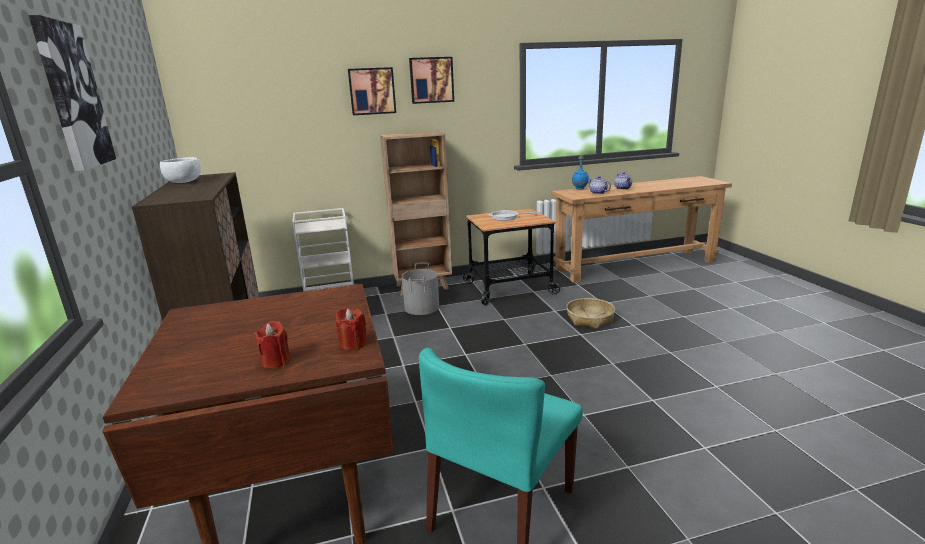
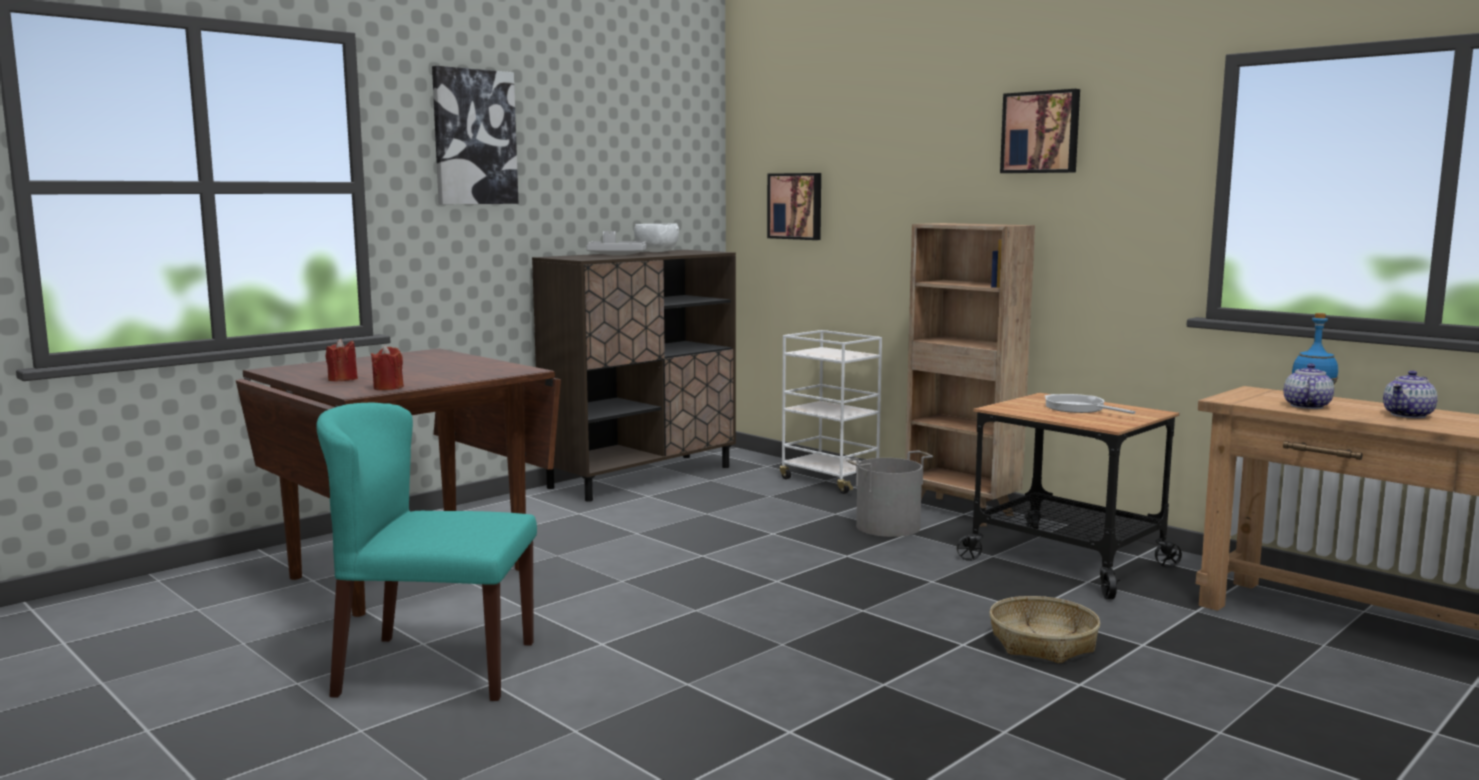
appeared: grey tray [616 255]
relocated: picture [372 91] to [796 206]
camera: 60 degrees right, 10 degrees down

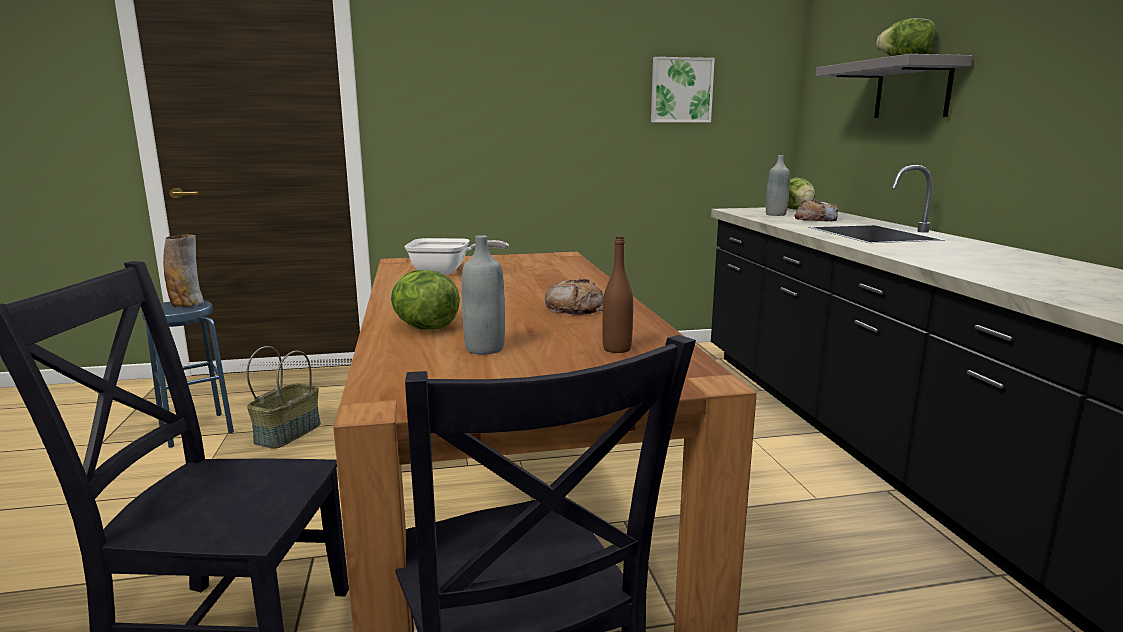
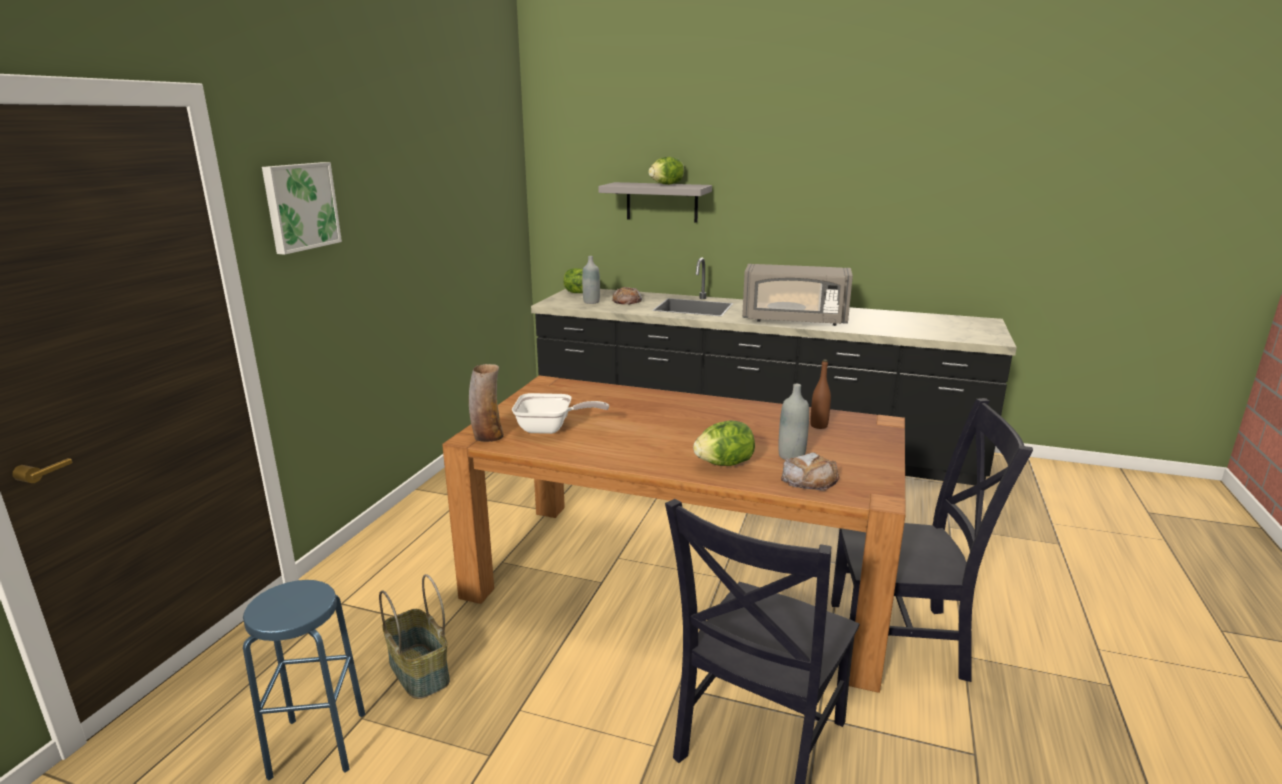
appeared: grey microwave [794 320]
relocated: picture [681 90] to [300 206]; vase [187 304] to [488 436]; bread [575 307] to [809 479]
spun: frying pan [446 272] = [550 429] 60 degrees clockwise
camera: 60 degrees left, 5 degrees up

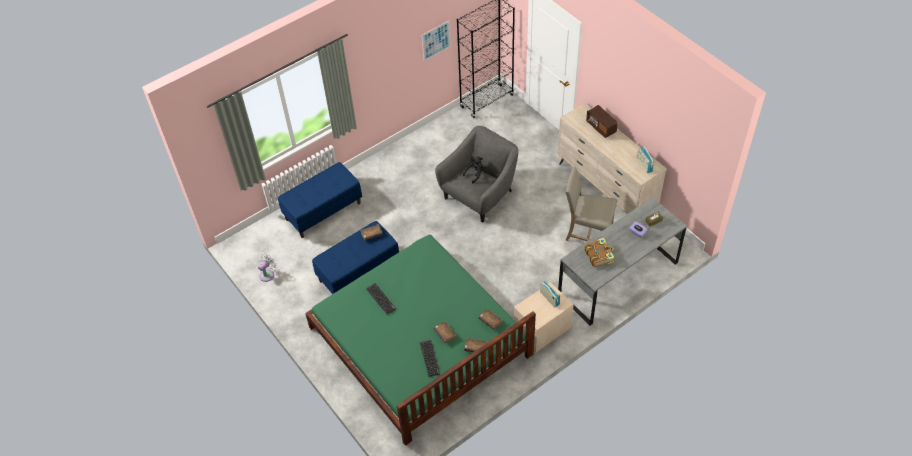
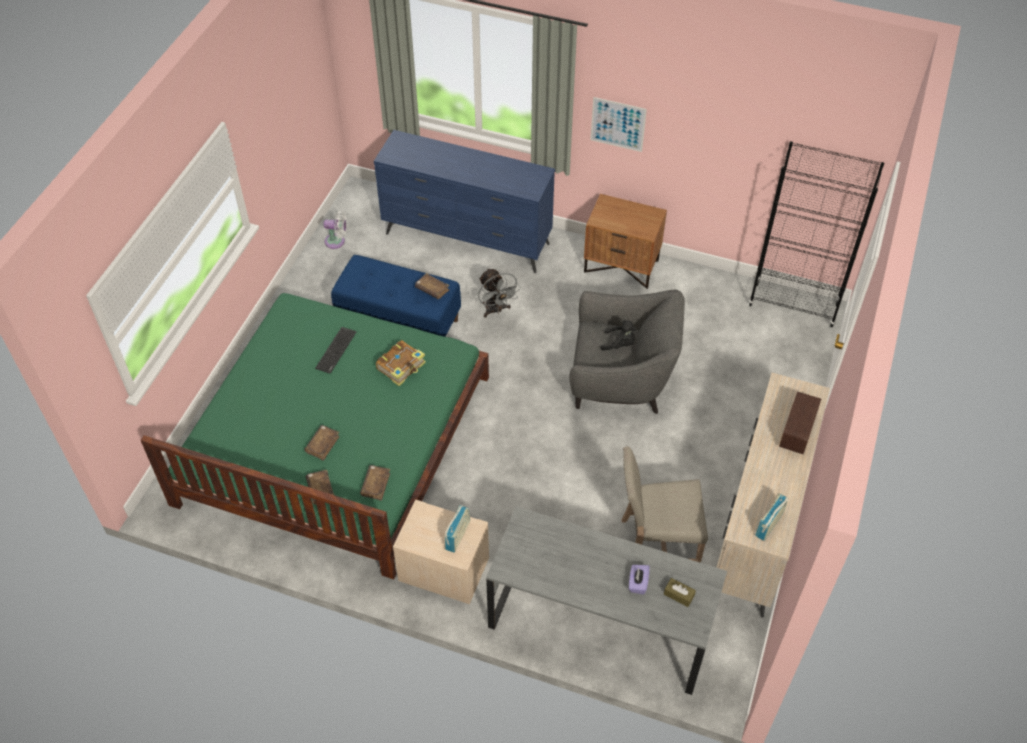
missing: keyboard [429 358]
appeared: grey fan [496 310]; brown nightstand [621 265]
relocated: book [599 255] to [402 366]; picture [436 40] to [618 124]
exchanged: blue bench [323 211] to blue dresser [467 239]
spun: beige chair [587 232] = [656 542] 75 degrees counterclockwise
camera: 55 degrees right, 0 degrees up

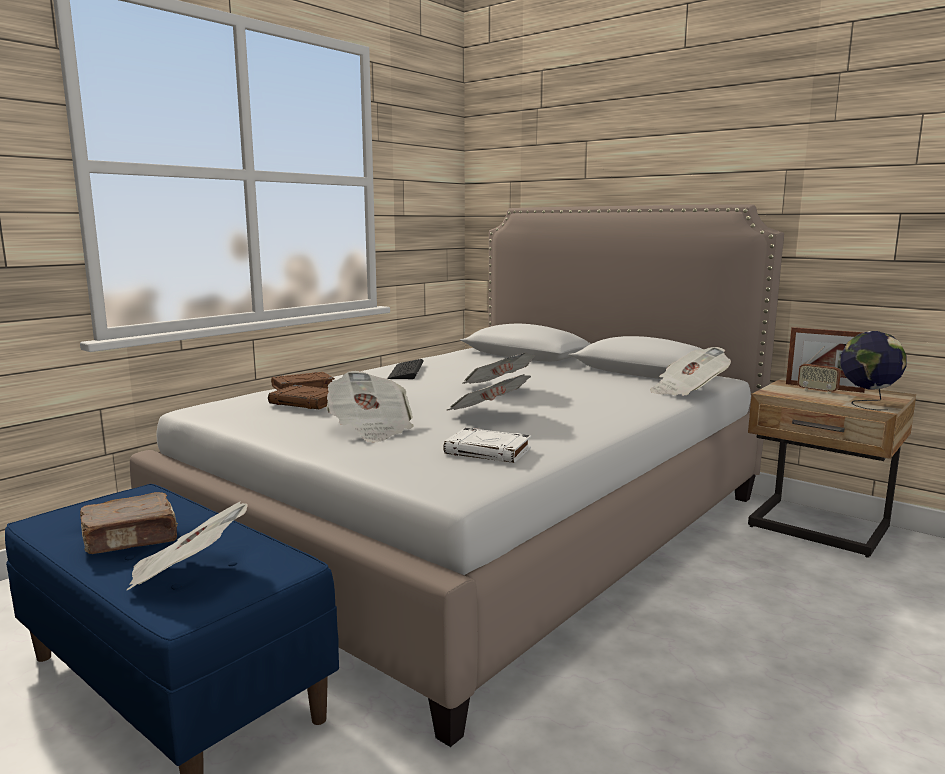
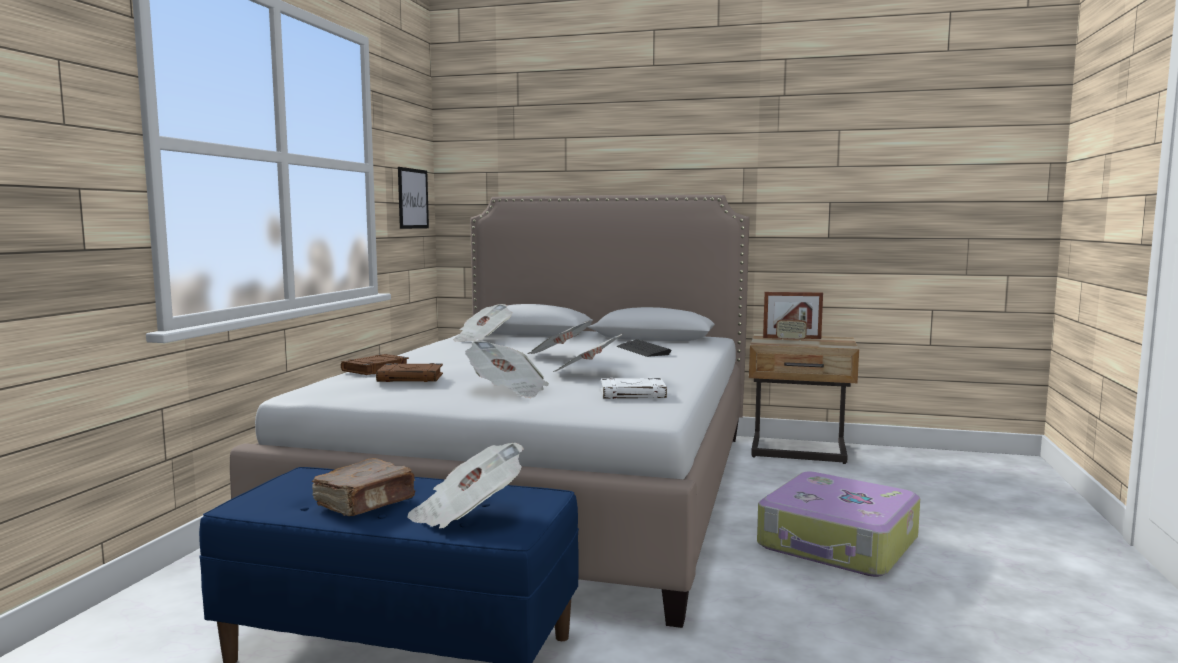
missing: globe [867 404]
appeared: picture [413 198]; suitcase [838 543]
relocated: newspaper [687 391] to [482 339]; keyboard [406 371] to [643 350]
camera: 25 degrees left, 5 degrees down

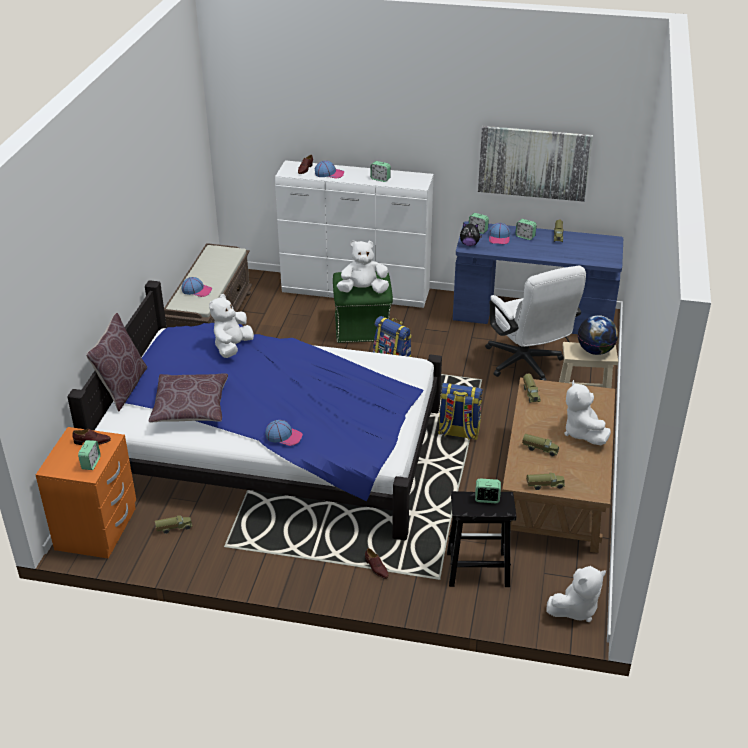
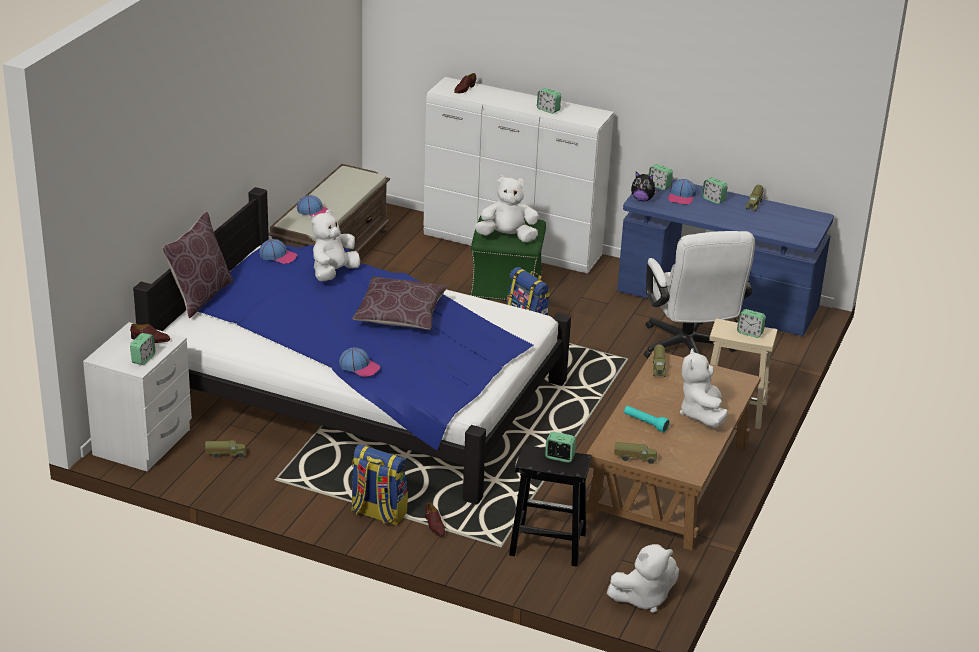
missing: picture [534 163]
relocated: cap [329 173] to [278 256]; backpack [458 432] to [378 513]; brown pillow [190 408] to [400 315]
exchanged: toy truck [540 449] to turquoise flashlight [645 423]; globe [595 351] to alarm clock [750 333]
colour: orange nightstand [97 529] to white nightstand [143 443]
camera: 10 degrees right, 5 degrees down

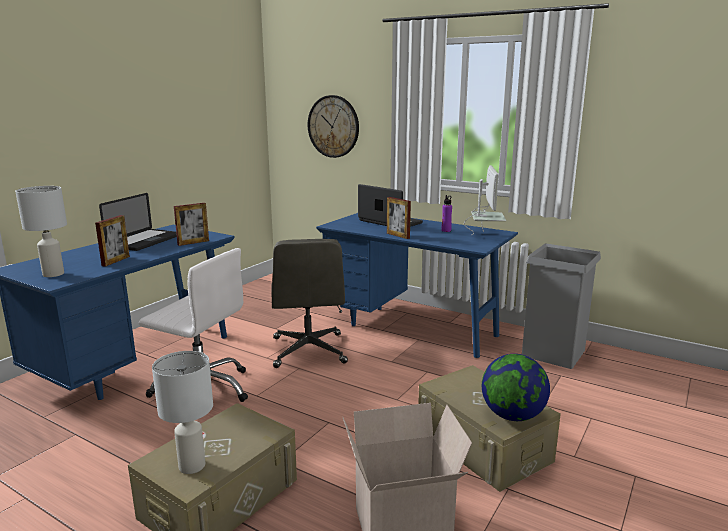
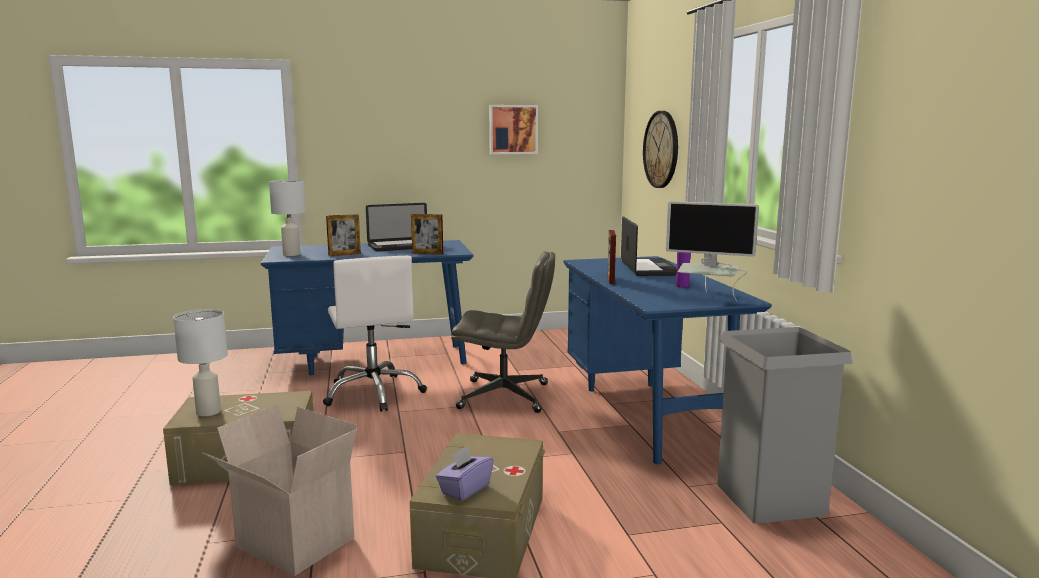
appeared: picture [513 129]
exchanged: globe [512 415] to purple tissue box [465 489]
spun: grey office chair [309 351] = [505 396] 120 degrees counterclockwise; monitor [485 236] = [707 299] 60 degrees clockwise
camera: 45 degrees right, 5 degrees down

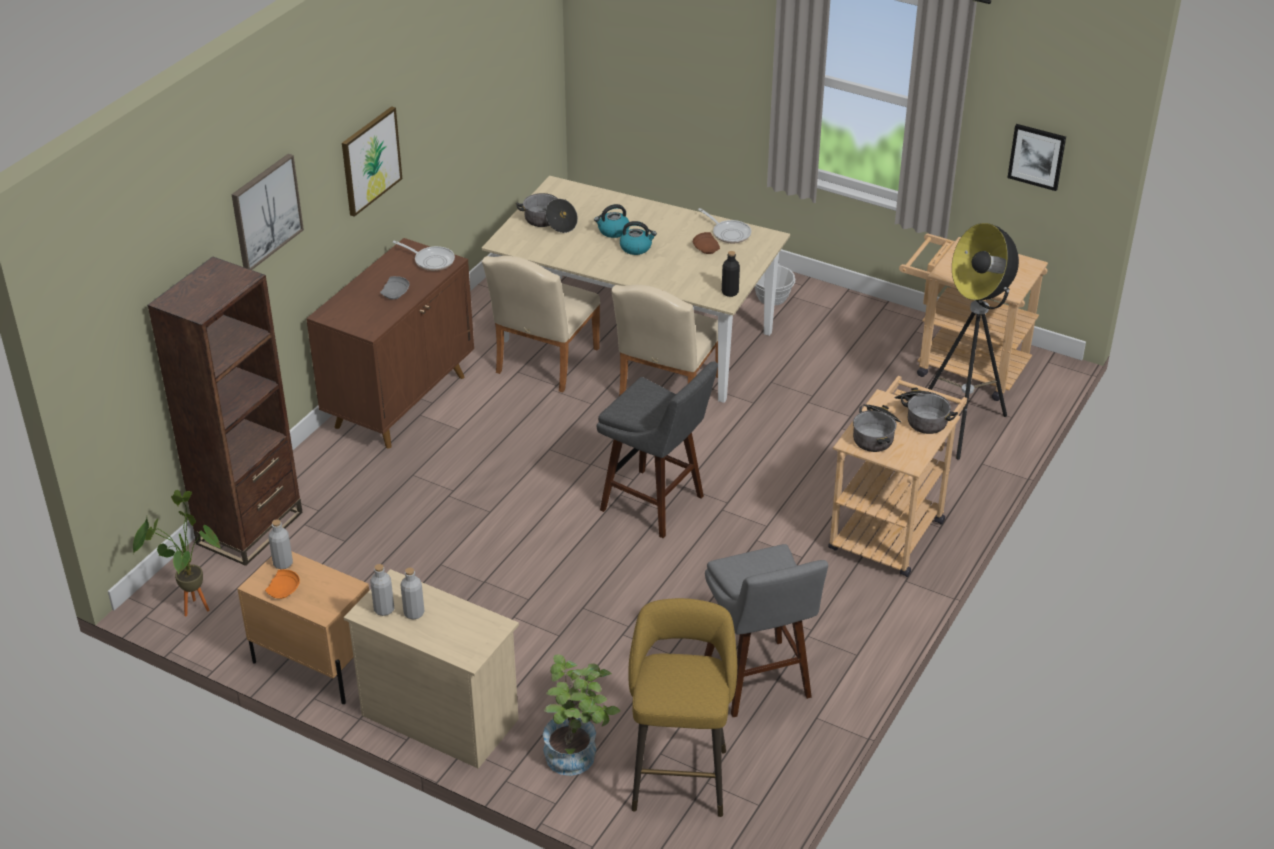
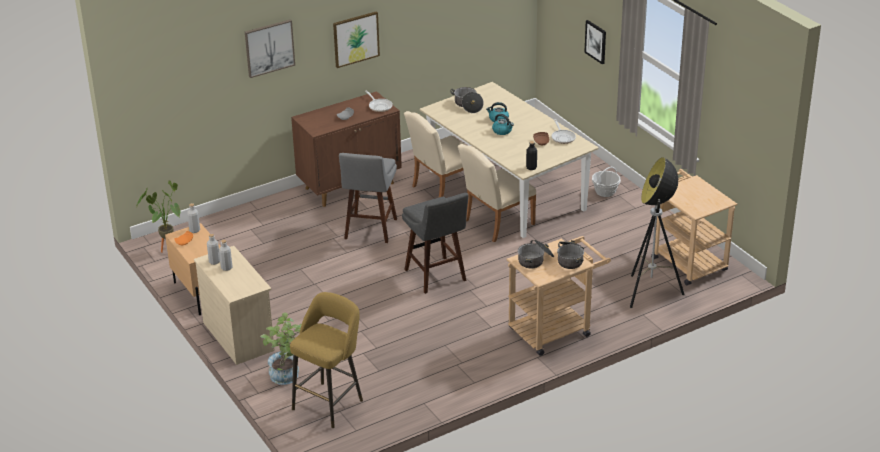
missing: brown bookcase [250 528]
relocated: grey stool [759 682] to [370 230]; picture [1037 156] to [596 41]
camera: 30 degrees right, 5 degrees down

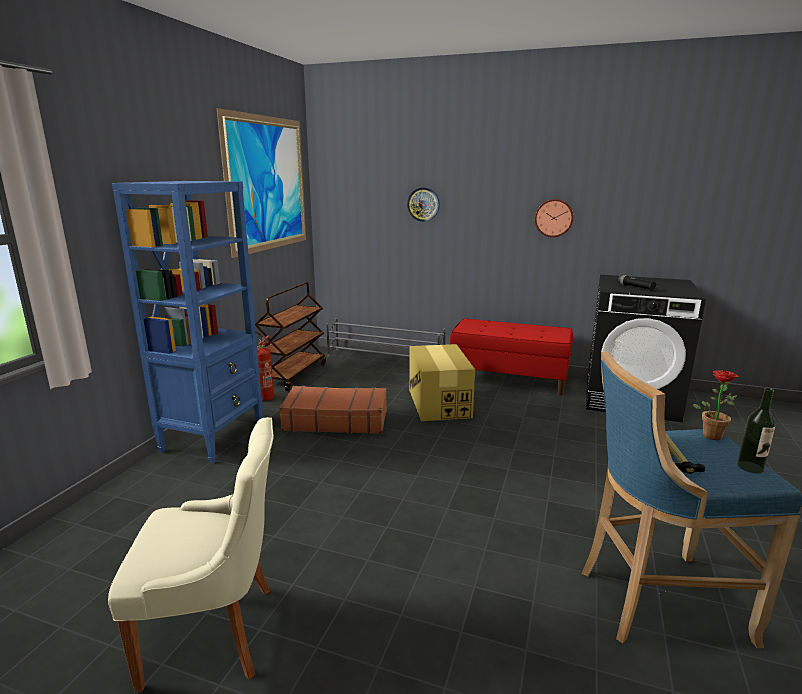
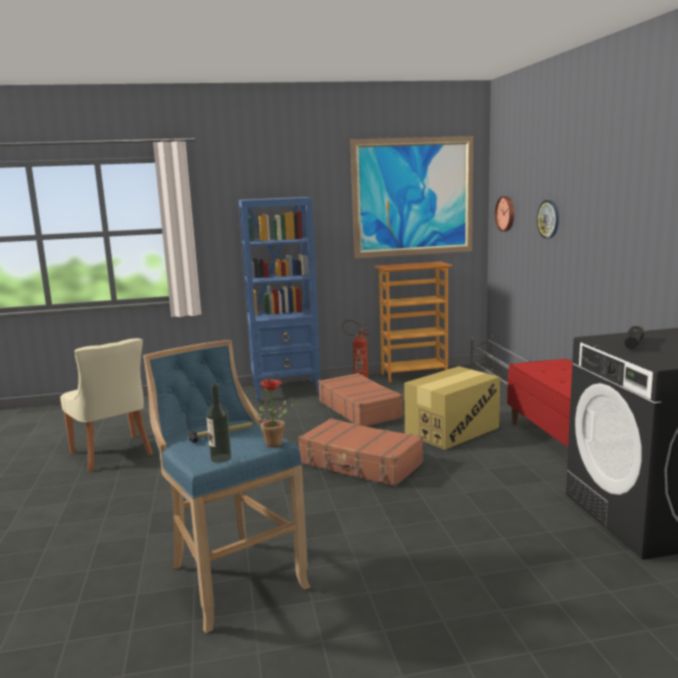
appeared: brown suitcase [360 464]
relocated: wall clock [554 218] to [506 213]
exchanged: brown cart [293 374] to bookcase [414 375]
camera: 60 degrees right, 5 degrees down

